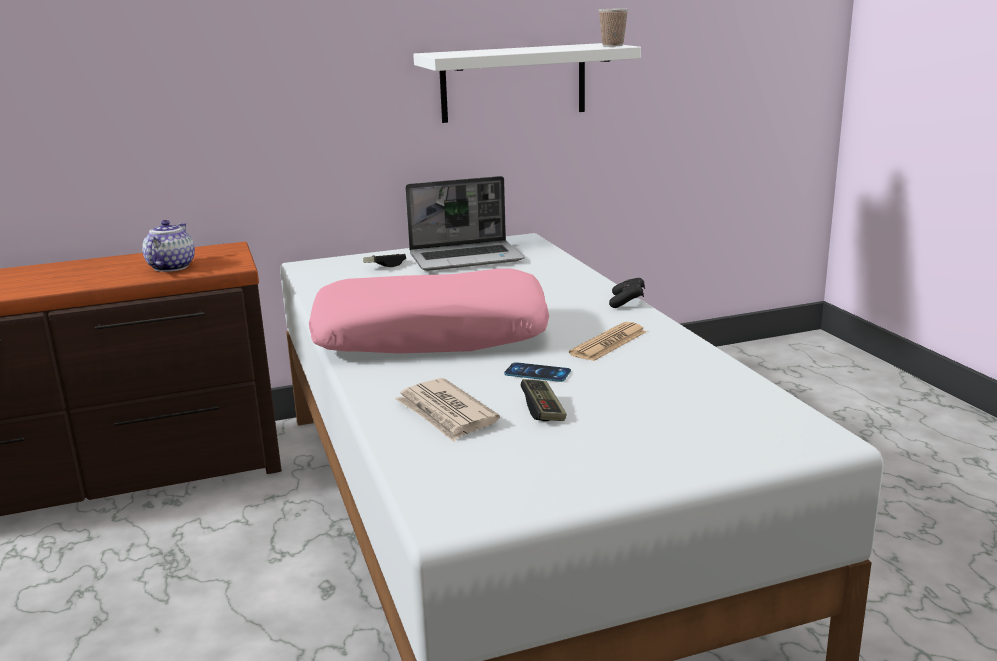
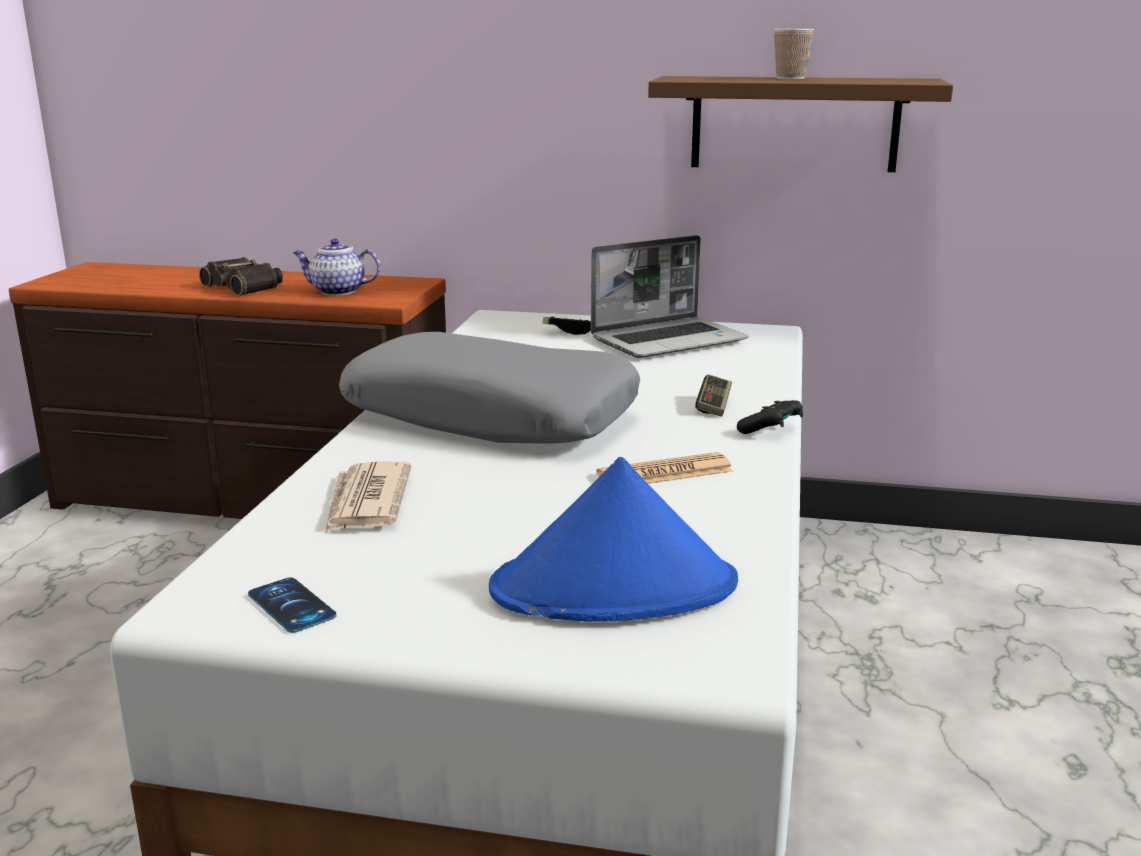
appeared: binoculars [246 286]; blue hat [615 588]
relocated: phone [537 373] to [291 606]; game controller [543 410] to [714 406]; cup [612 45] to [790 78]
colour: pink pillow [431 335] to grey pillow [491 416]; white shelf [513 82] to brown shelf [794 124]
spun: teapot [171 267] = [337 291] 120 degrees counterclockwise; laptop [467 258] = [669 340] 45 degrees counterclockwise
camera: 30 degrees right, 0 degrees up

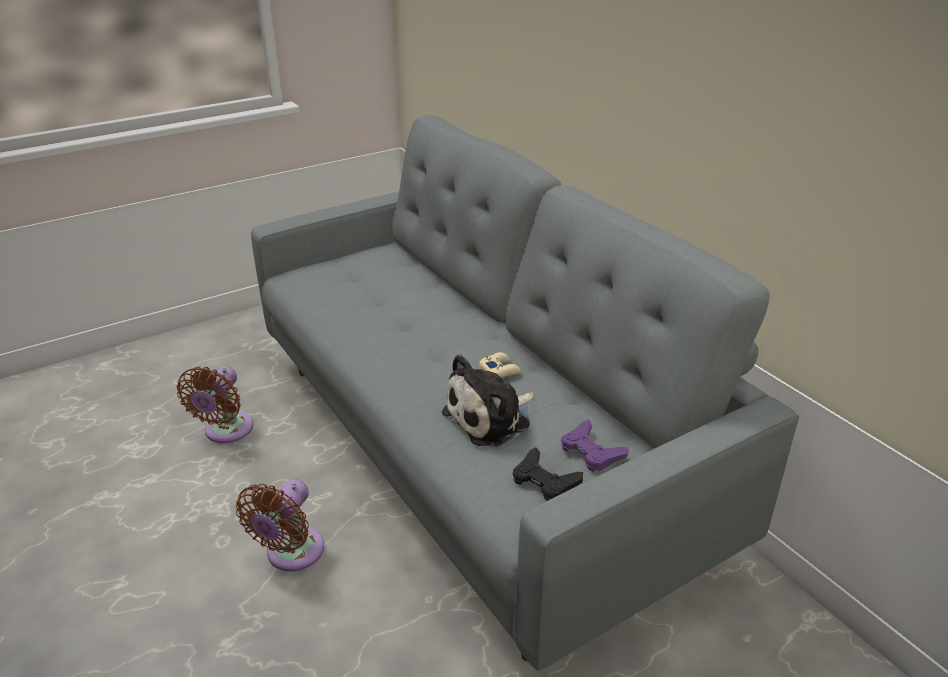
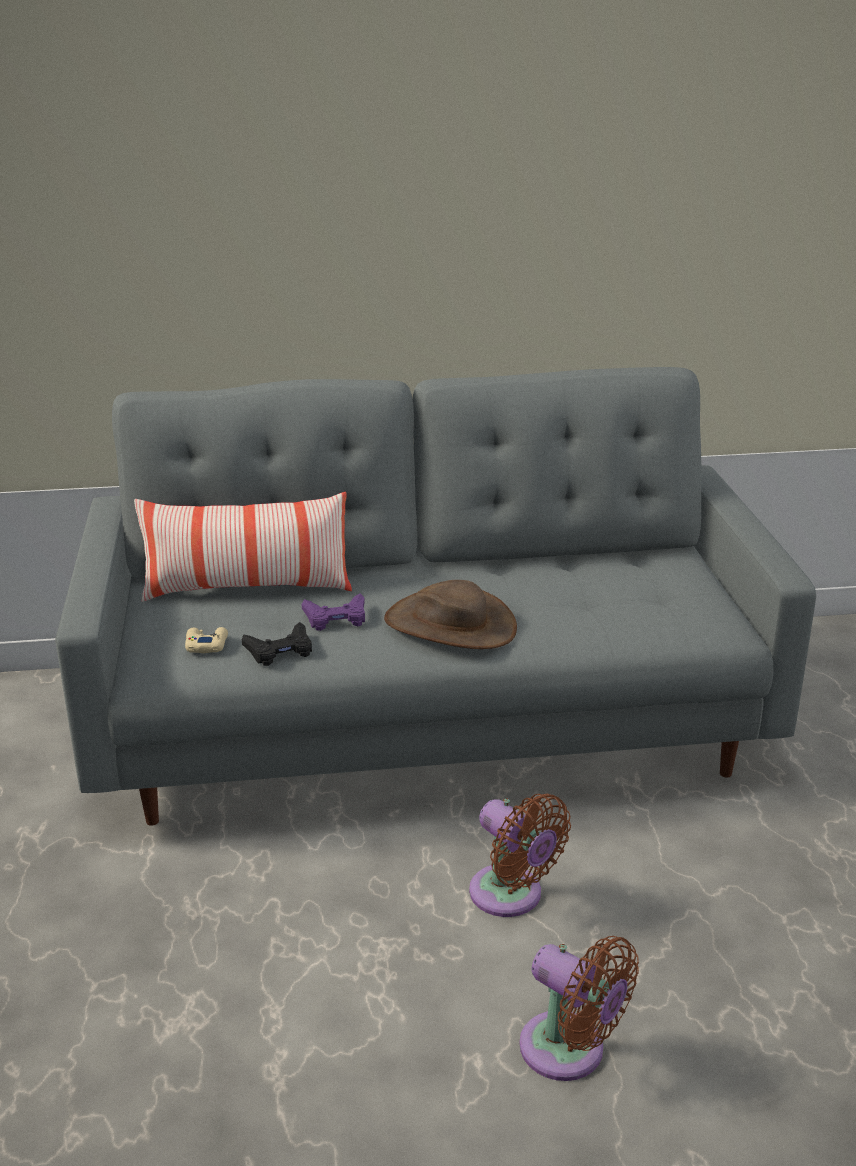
missing: plush toy [491 418]
appeared: pillow [247 589]; brown hat [450 624]
relocated: beige game controller [499 370] to [206 645]; black game controller [544 481] to [280 650]; purple game controller [591 451] to [336 618]; brown fan [226 431] to [569 1052]
camera: 65 degrees left, 5 degrees down

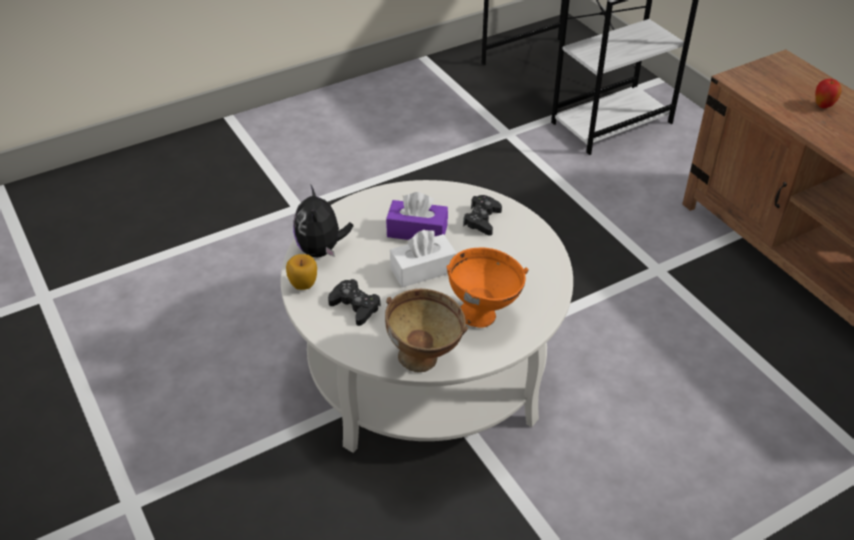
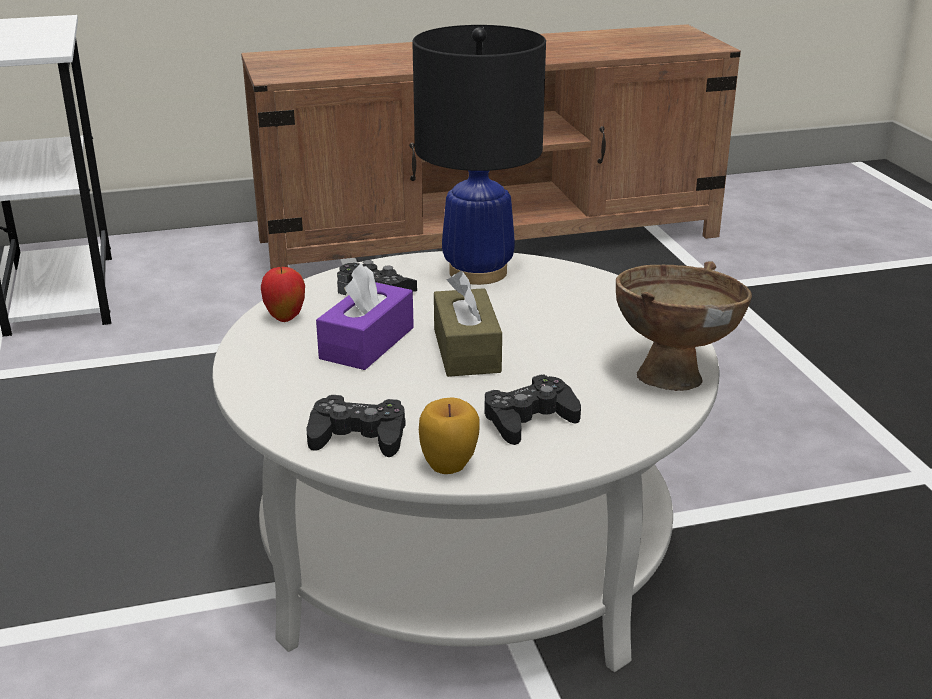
missing: orange bowl [485 314]
appeared: black table lamp [478 272]
relocated: apple [823 106] to [285 318]
exchanged: plush toy [322 250] to black game controller [358 436]
colour: white tissue box [423 270] to brown tissue box [466 350]
camera: 75 degrees left, 15 degrees down

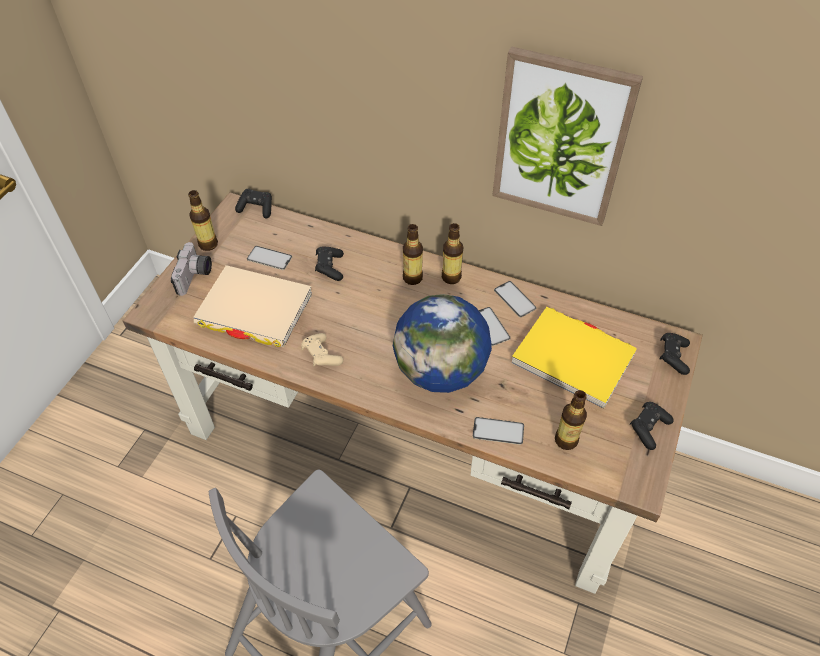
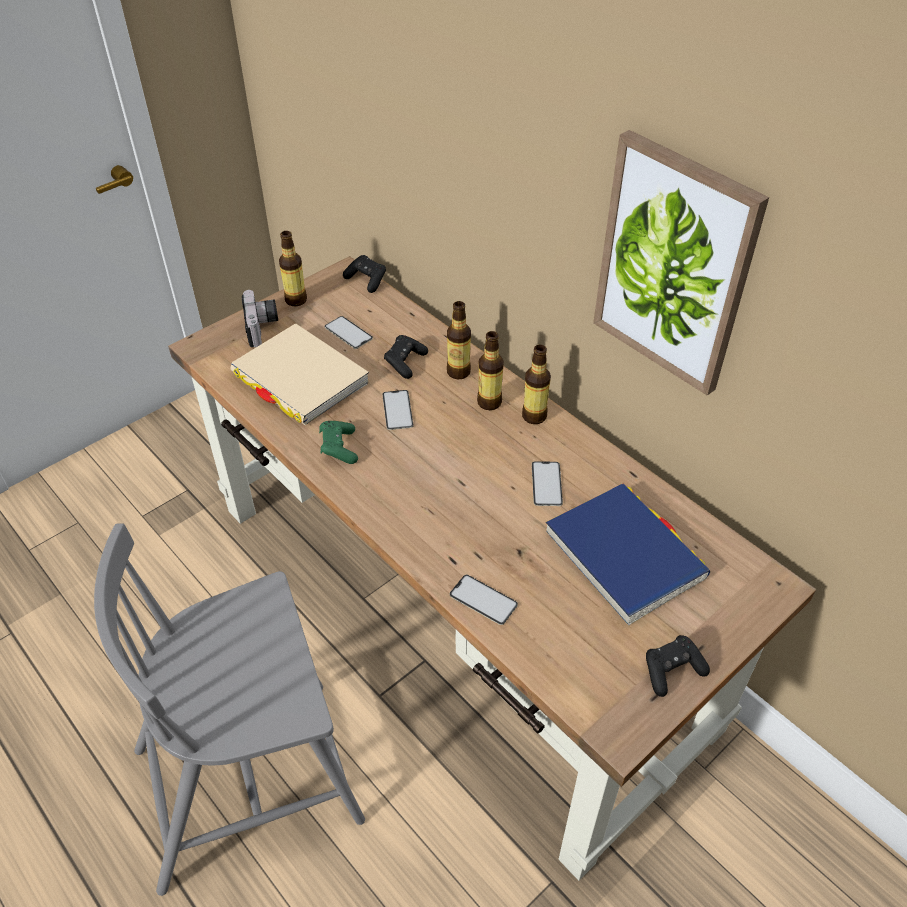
missing: globe [441 371]; black game controller [672 357]
relocated: phone [514 299] to [397 410]; bottle [566 440] to [458 372]
colour: beige game controller [321 356] to green game controller [339 448]; yellow book [573 359] to blue book [624 555]
spun: photo camera [195 277] = [263 327] 45 degrees counterclockwise
camera: 25 degrees right, 5 degrees down

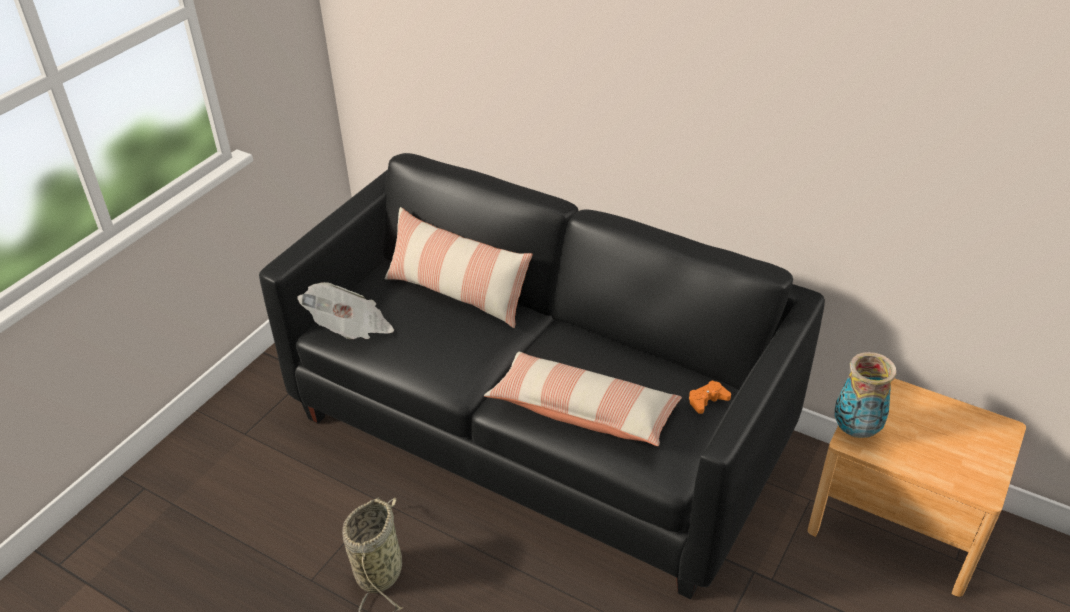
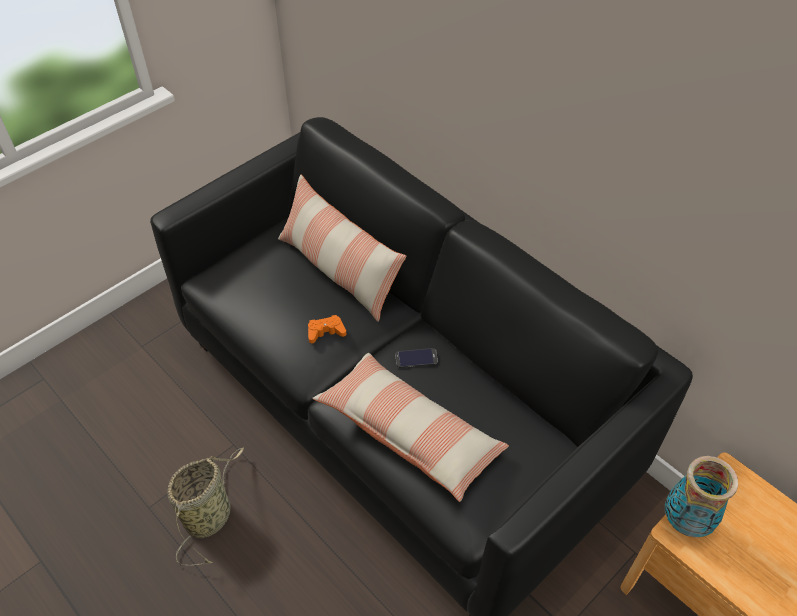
missing: newspaper [350 329]
appeared: phone [416 358]
relocated: orange game controller [707 400] to [326 332]
camera: 15 degrees right, 10 degrees up

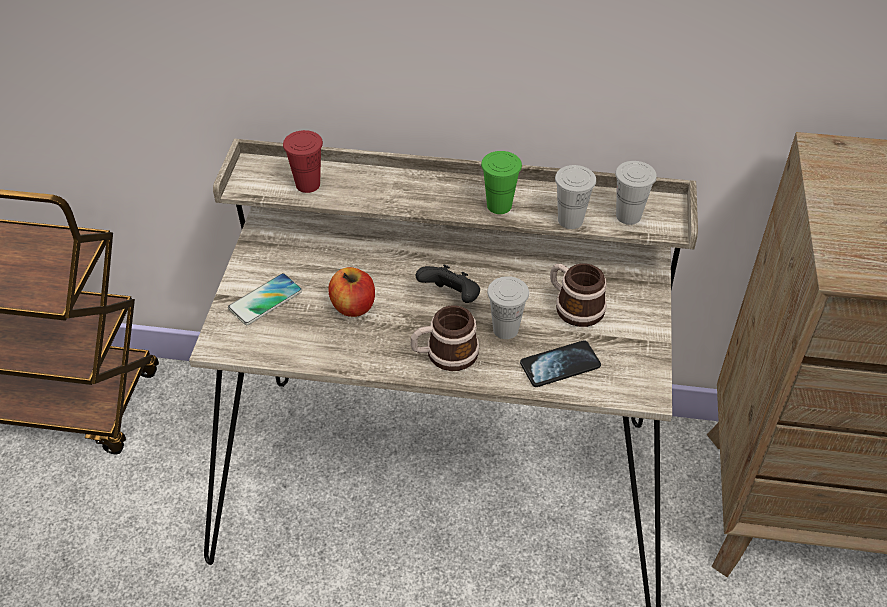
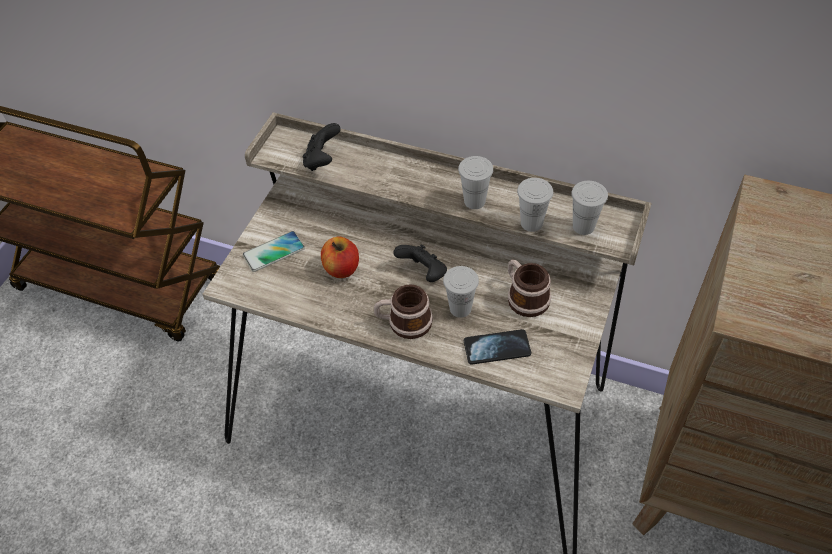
exchanged: red cup [308 184] to black game controller [322 160]
colour: green cup [499 206] to white cup [474 201]
camera: 15 degrees right, 5 degrees up

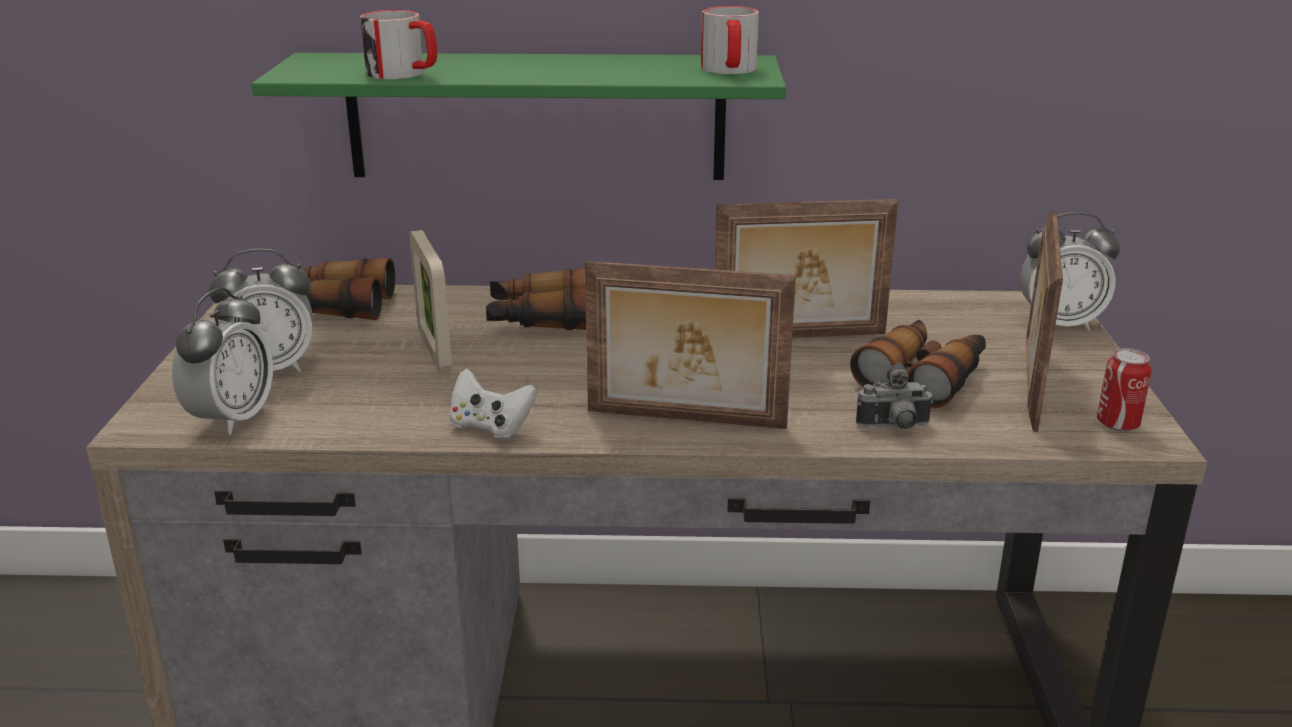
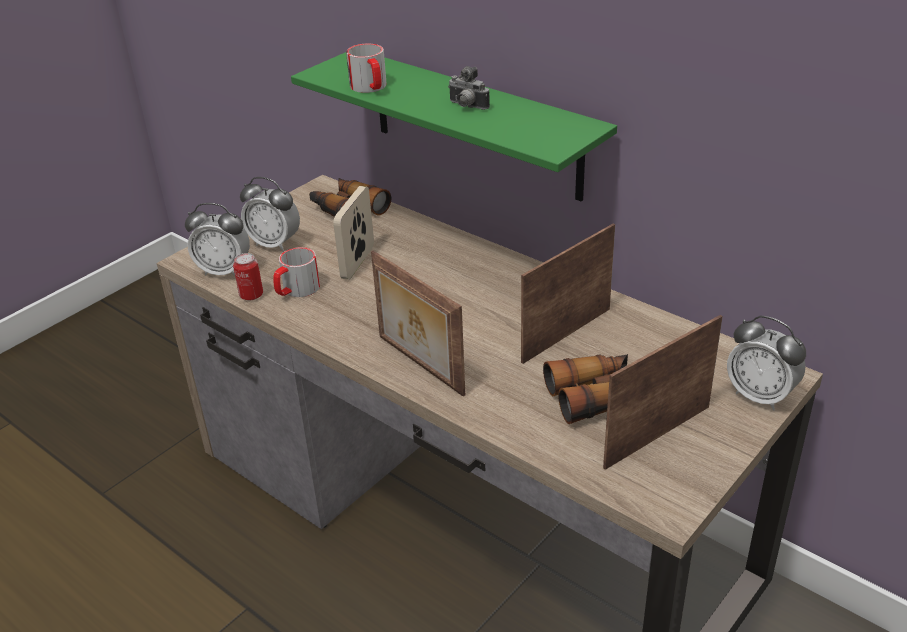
missing: white game controller [490 427]; binoculars [542 319]
relocated: can [1117 423] to [251 295]; mug [729 70] to [296 290]; photo camera [894 427] to [466 106]
spun: alarm clock [232 419] = [224 271] 45 degrees clockwise; picture frame [800 337] = [564 334] 105 degrees clockwise
camera: 40 degrees right, 10 degrees up

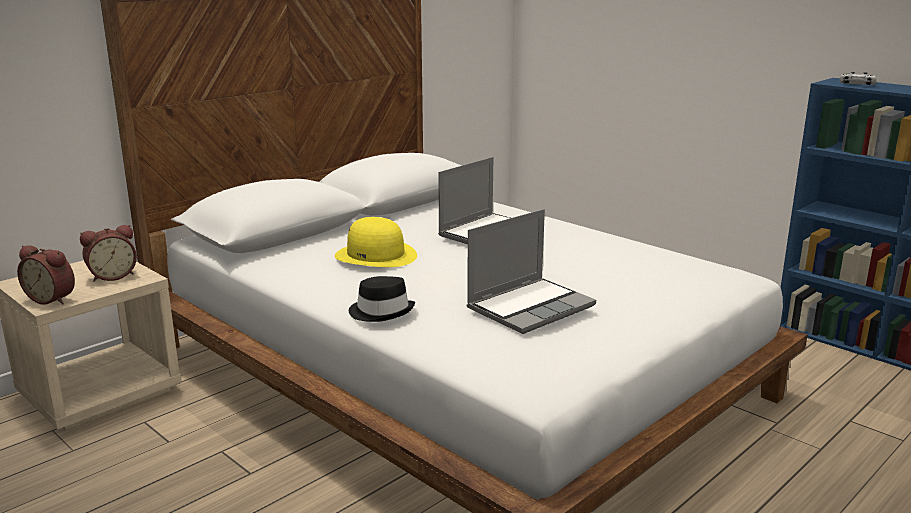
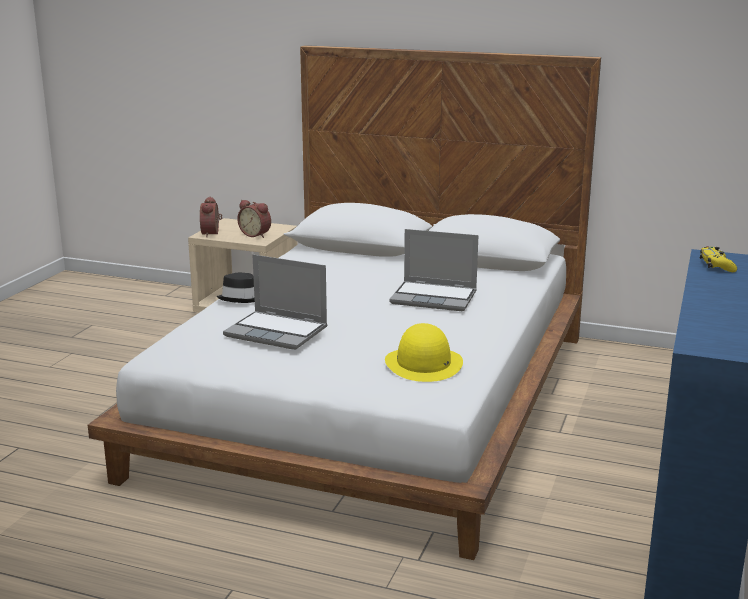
relocated: yellow hat [376 255] to [424 364]
colour: white game controller [857 84] to yellow game controller [717 265]
camera: 65 degrees right, 0 degrees up

